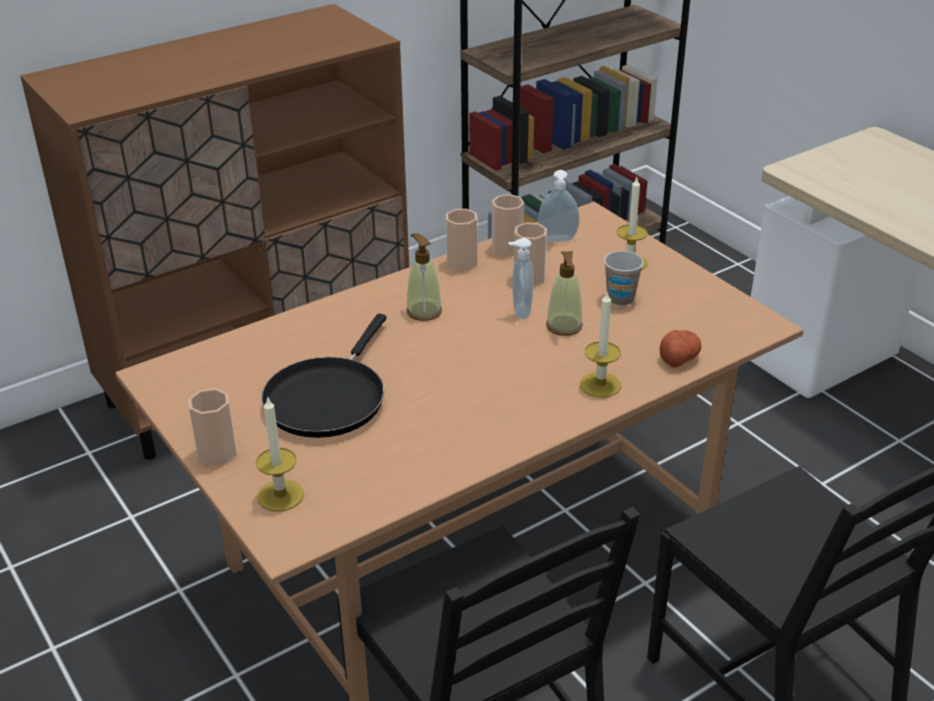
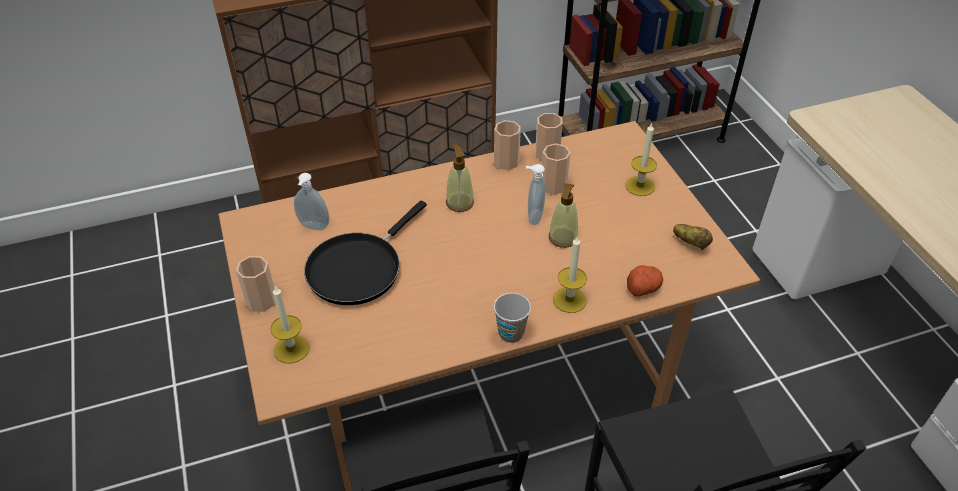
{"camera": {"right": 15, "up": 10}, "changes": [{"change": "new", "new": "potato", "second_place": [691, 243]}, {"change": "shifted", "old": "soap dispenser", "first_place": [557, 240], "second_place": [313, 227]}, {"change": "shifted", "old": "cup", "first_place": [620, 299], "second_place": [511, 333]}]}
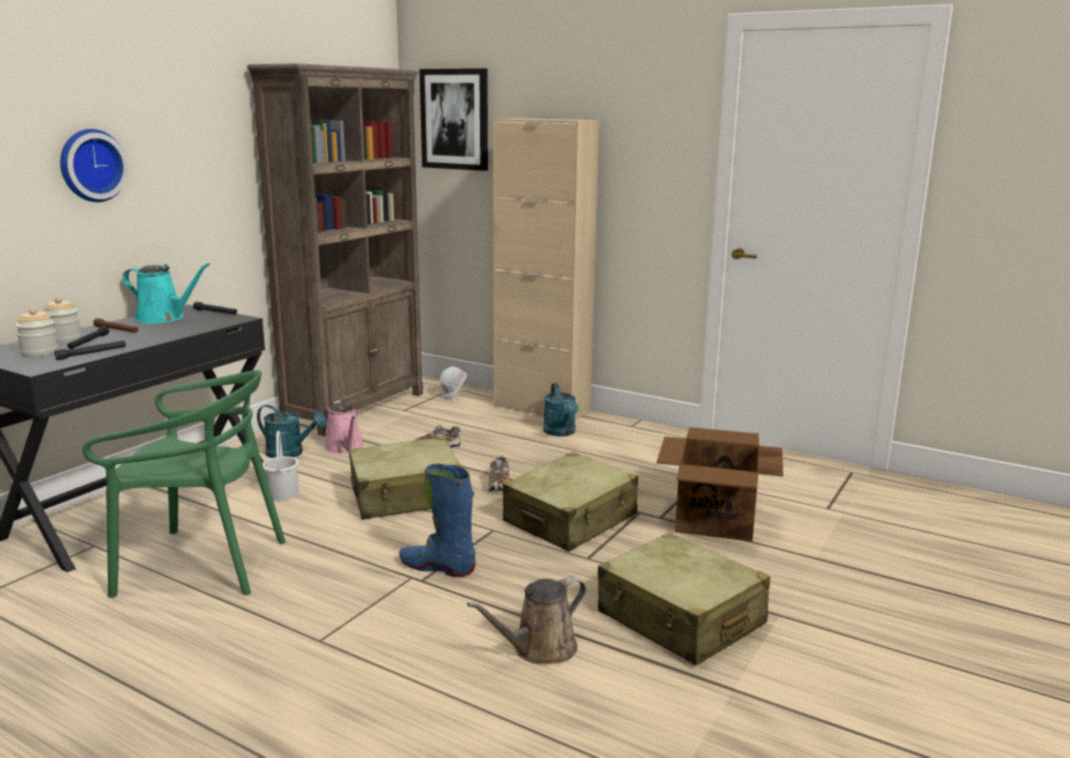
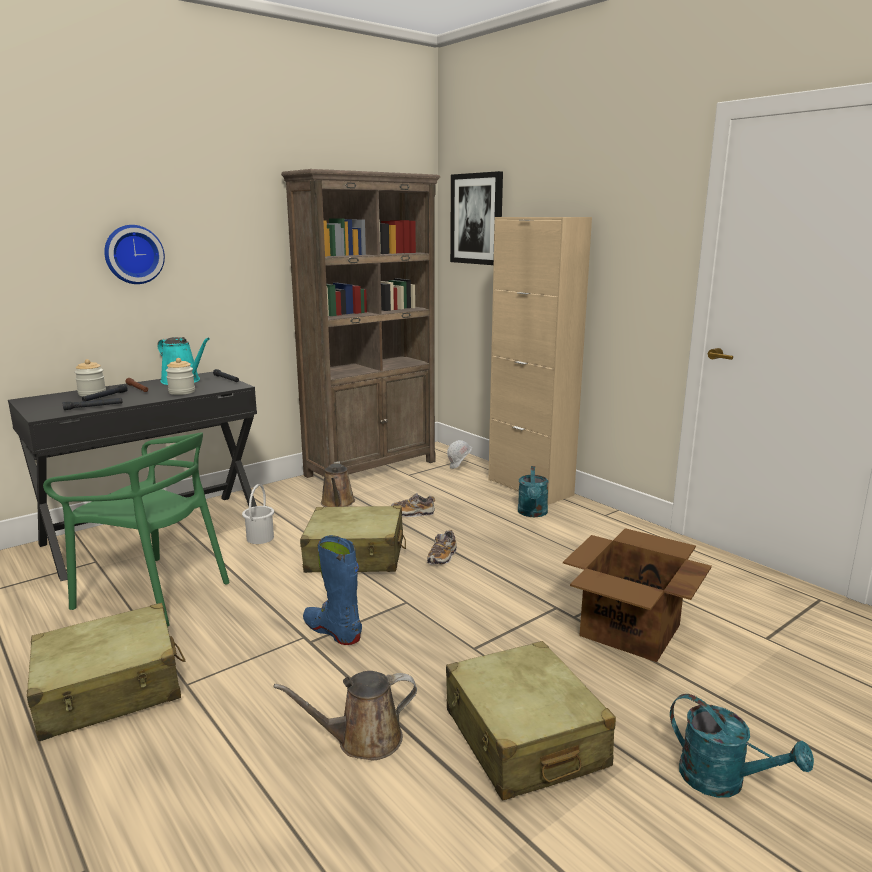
{"camera": {"right": 20, "up": 0}, "changes": [{"change": "shifted", "old": "jar", "first_place": [39, 353], "second_place": [182, 392]}, {"change": "shifted", "old": "watering can in turquoise", "first_place": [290, 453], "second_place": [723, 781]}, {"change": "shifted", "old": "suitcase in beige", "first_place": [570, 519], "second_place": [110, 689]}, {"change": "repainted", "old": "watering can in pink", "new": "watering can in brown", "first_place": [345, 448], "second_place": [337, 503]}]}
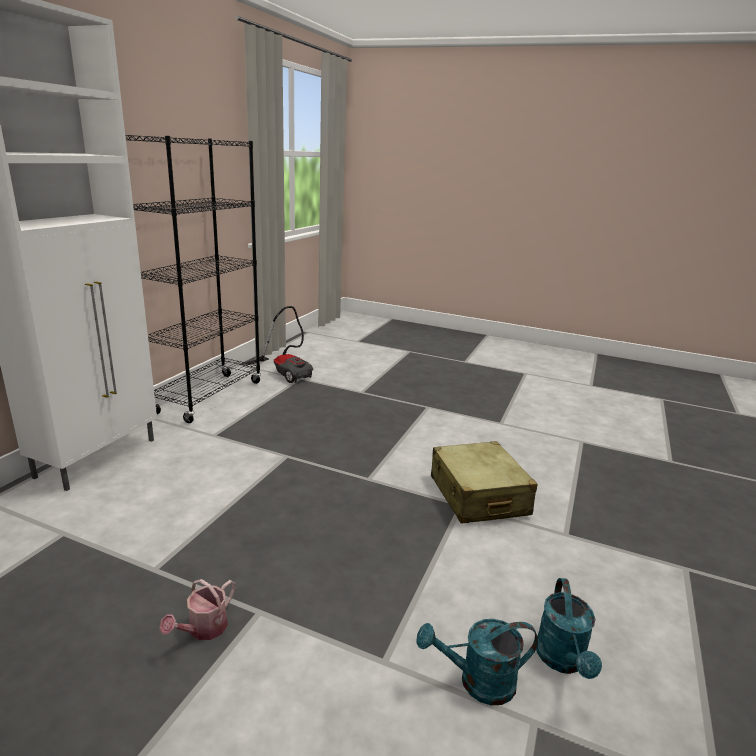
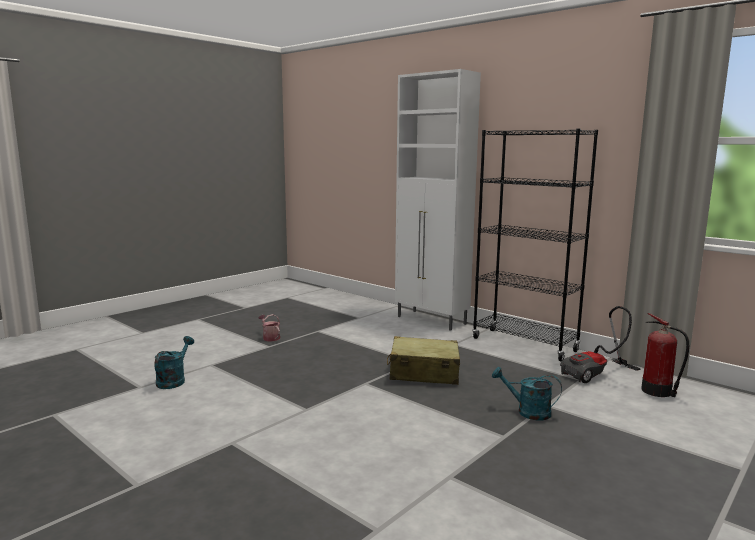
{"camera": {"right": 110, "up": -10}, "changes": [{"change": "new", "new": "fire extinguisher", "second_place": [658, 391]}, {"change": "shifted", "old": "suitcase in beige", "first_place": [478, 496], "second_place": [423, 373]}, {"change": "shifted", "old": "watering can in turquoise", "first_place": [563, 660], "second_place": [527, 412]}]}
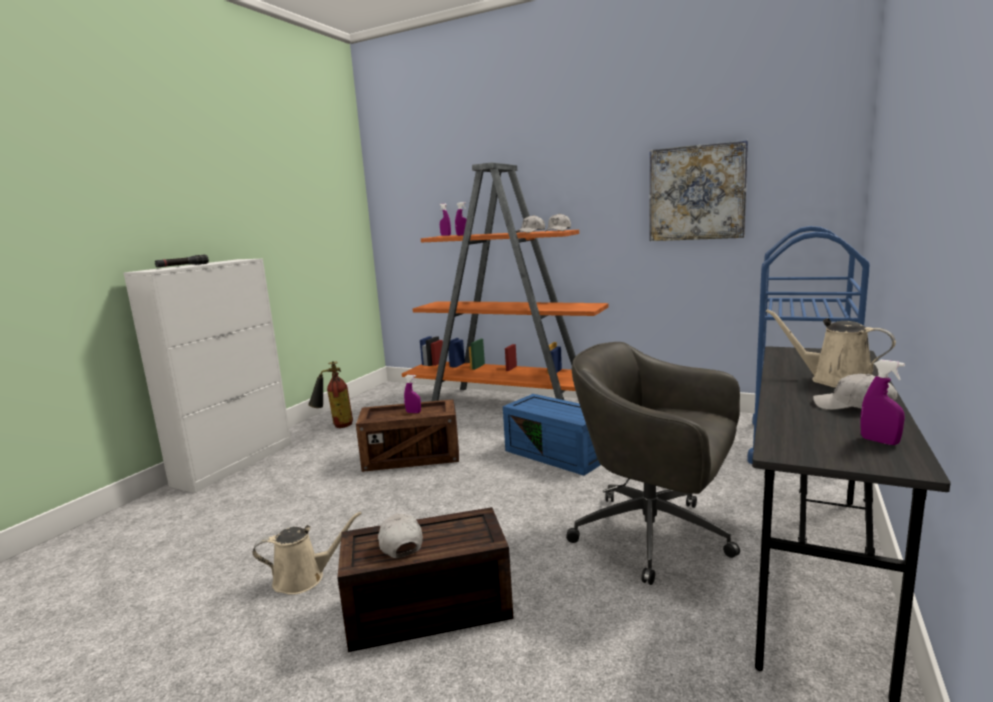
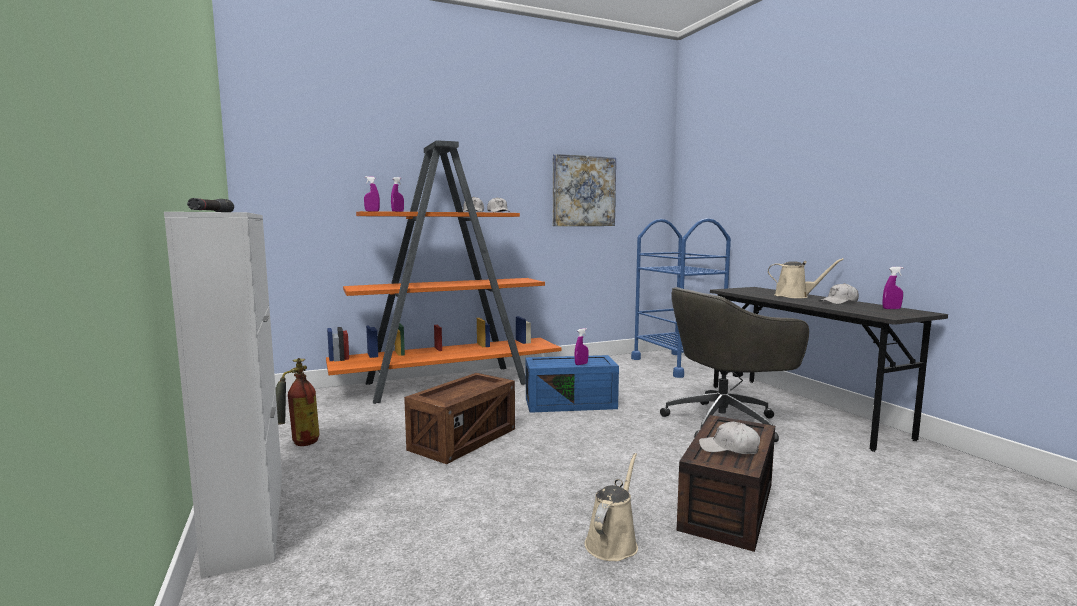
{"camera": {"right": -50, "up": -5}, "changes": [{"change": "shifted", "old": "spray bottle in purple", "first_place": [413, 412], "second_place": [581, 364]}, {"change": "rotated", "old": "watering can in beige", "first_place": [834, 380], "second_place": [795, 296], "degrees": -150}]}
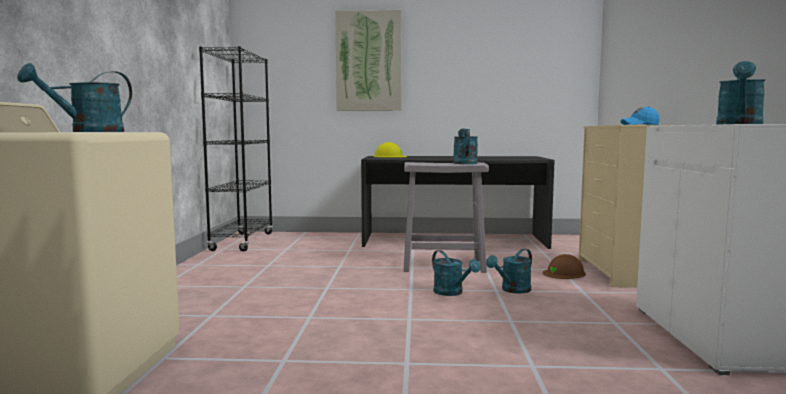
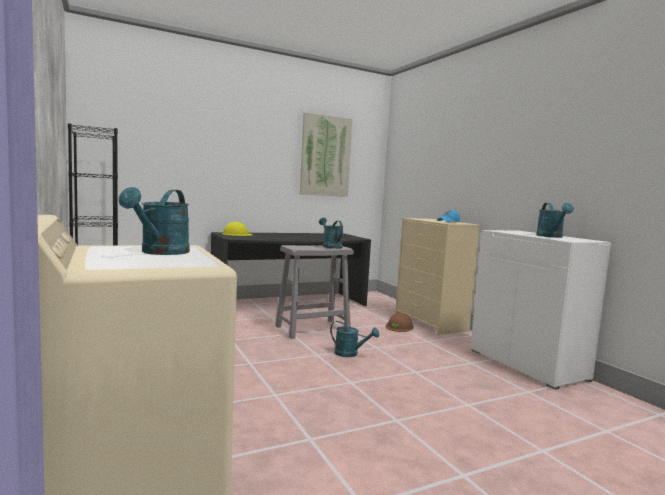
{"camera": {"right": -30, "up": 0}, "changes": [{"change": "gone", "old": "watering can in turquoise", "first_place": [512, 290]}, {"change": "shifted", "old": "picture", "first_place": [368, 61], "second_place": [325, 156]}]}
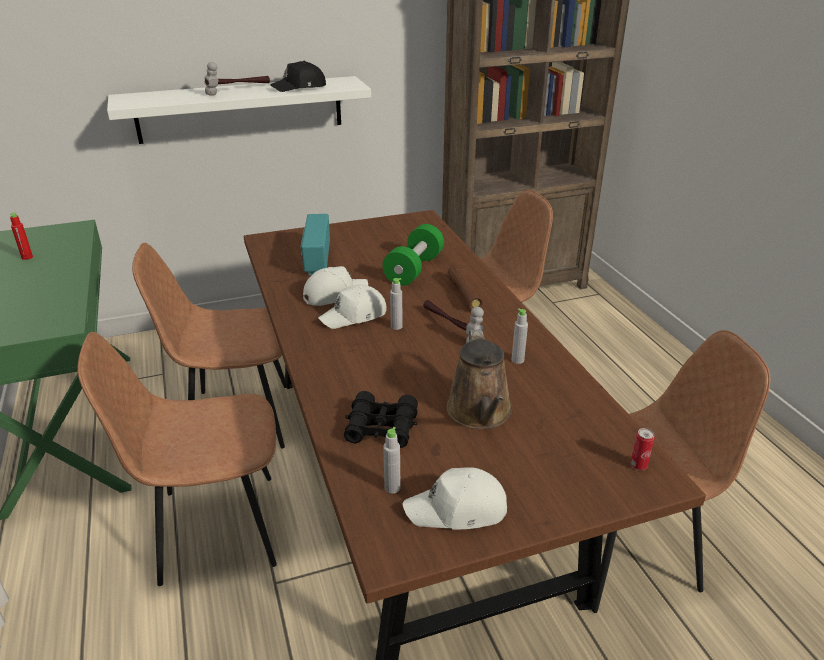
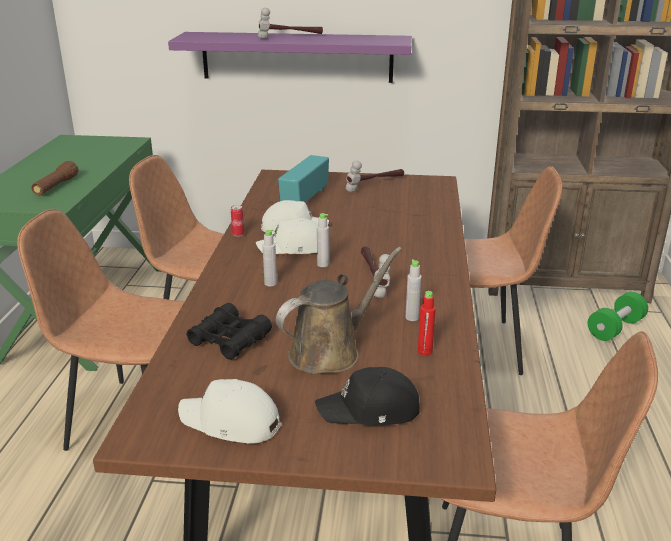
{"camera": {"right": 25, "up": -5}, "changes": [{"change": "new", "new": "hammer", "second_place": [375, 185]}, {"change": "shifted", "old": "bottle in red", "first_place": [27, 257], "second_place": [425, 351]}, {"change": "shifted", "old": "cap in black", "first_place": [300, 87], "second_place": [370, 410]}, {"change": "shifted", "old": "dumbbell in green", "first_place": [414, 269], "second_place": [615, 328]}, {"change": "shifted", "old": "bottle in grey", "first_place": [392, 487], "second_place": [270, 283]}, {"change": "shifted", "old": "flashlight in brown", "first_place": [464, 295], "second_place": [56, 186]}, {"change": "shifted", "old": "can", "first_place": [638, 465], "second_place": [238, 235]}, {"change": "repainted", "old": "shelf in white", "new": "shelf in purple", "first_place": [240, 109], "second_place": [297, 57]}, {"change": "rotated", "old": "watering can in brown", "first_place": [480, 413], "second_place": [330, 352], "degrees": -150}]}
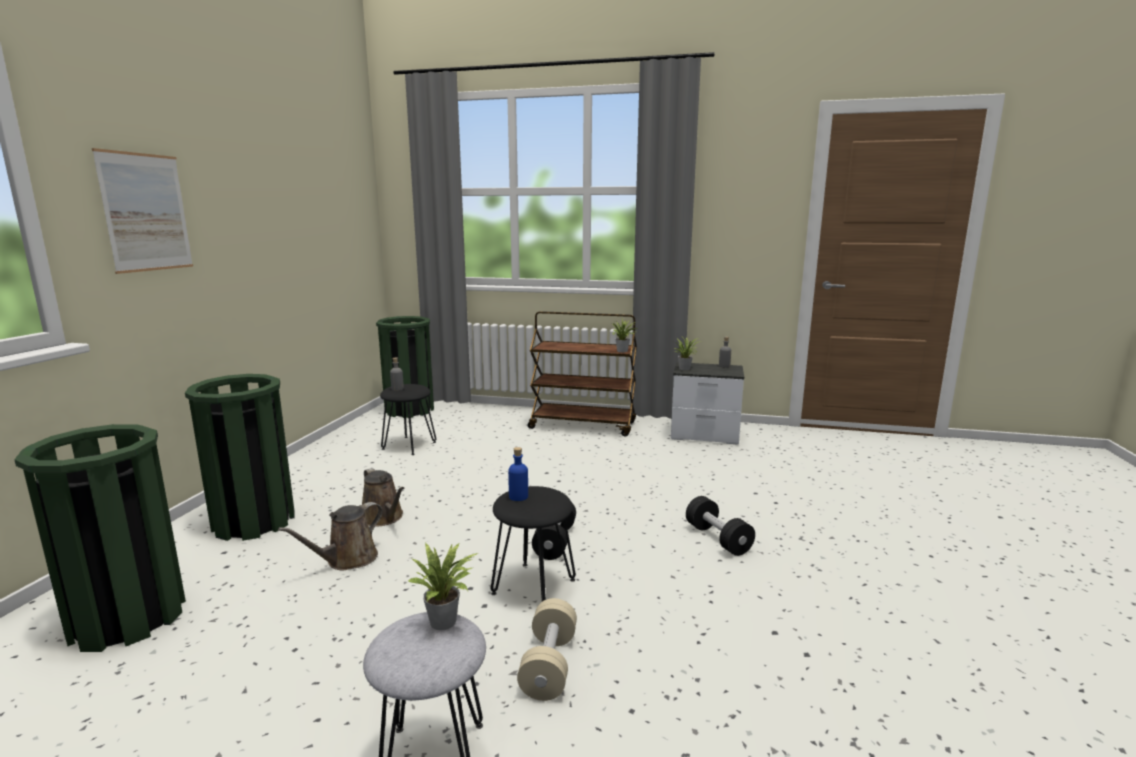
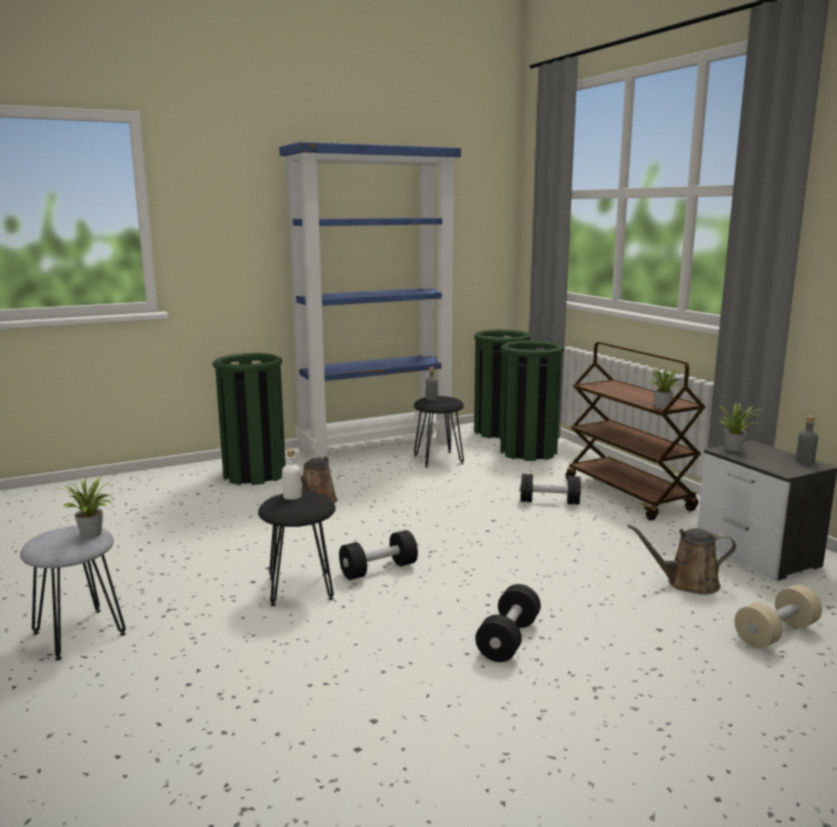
{"camera": {"right": 50, "up": 0}, "changes": [{"change": "gone", "old": "picture", "first_place": [146, 212]}, {"change": "new", "new": "bookcase in blue", "second_place": [377, 446]}, {"change": "new", "new": "dumbbell in black", "second_place": [549, 502]}, {"change": "shifted", "old": "trash can in green", "first_place": [127, 618], "second_place": [528, 452]}, {"change": "shifted", "old": "watering can in brown", "first_place": [347, 560], "second_place": [687, 583]}, {"change": "shifted", "old": "dumbbell in beige", "first_place": [549, 665], "second_place": [776, 633]}, {"change": "repainted", "old": "bottle in blue", "new": "bottle in white", "first_place": [518, 496], "second_place": [292, 496]}]}
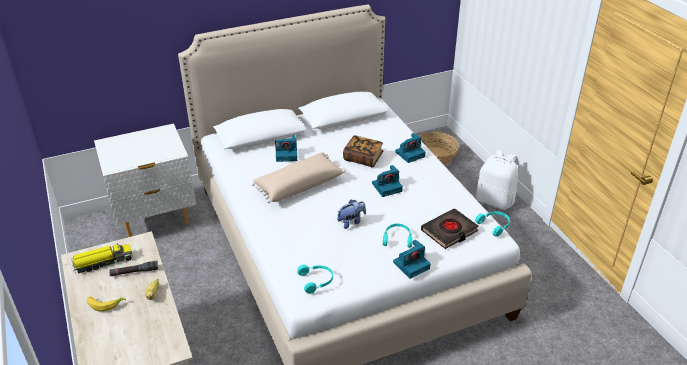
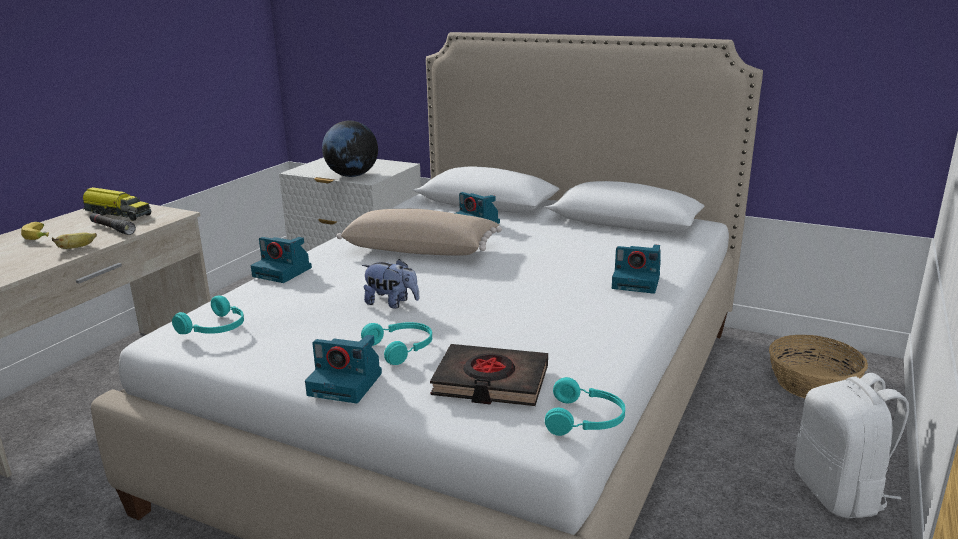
{"camera": {"right": 50, "up": -15}, "changes": [{"change": "gone", "old": "book", "first_place": [363, 158]}, {"change": "new", "new": "globe", "second_place": [352, 175]}, {"change": "shifted", "old": "photo camera", "first_place": [387, 187], "second_place": [283, 272]}]}
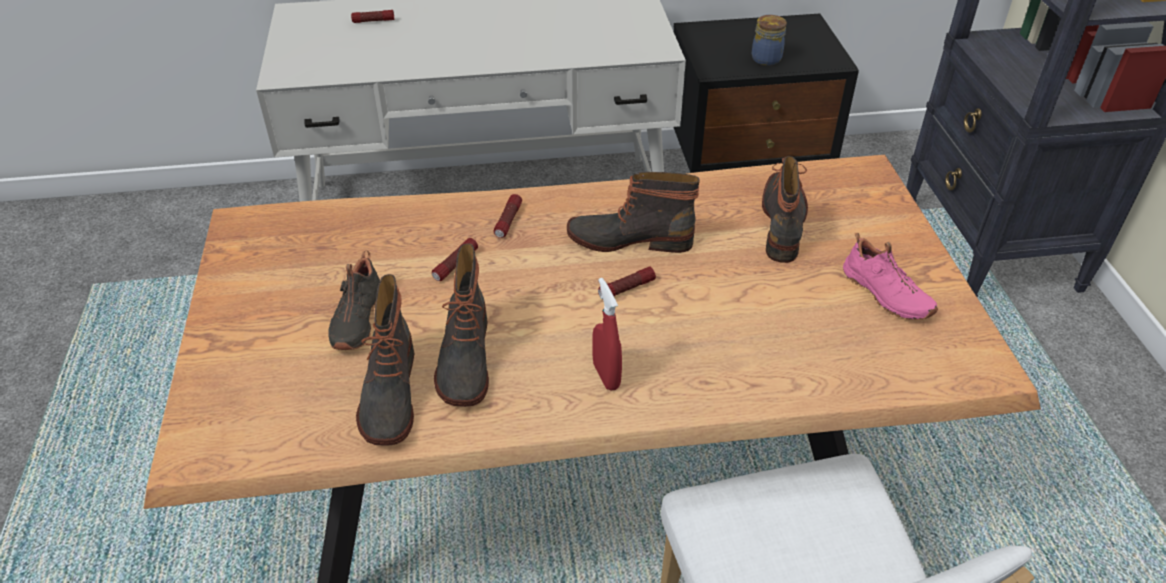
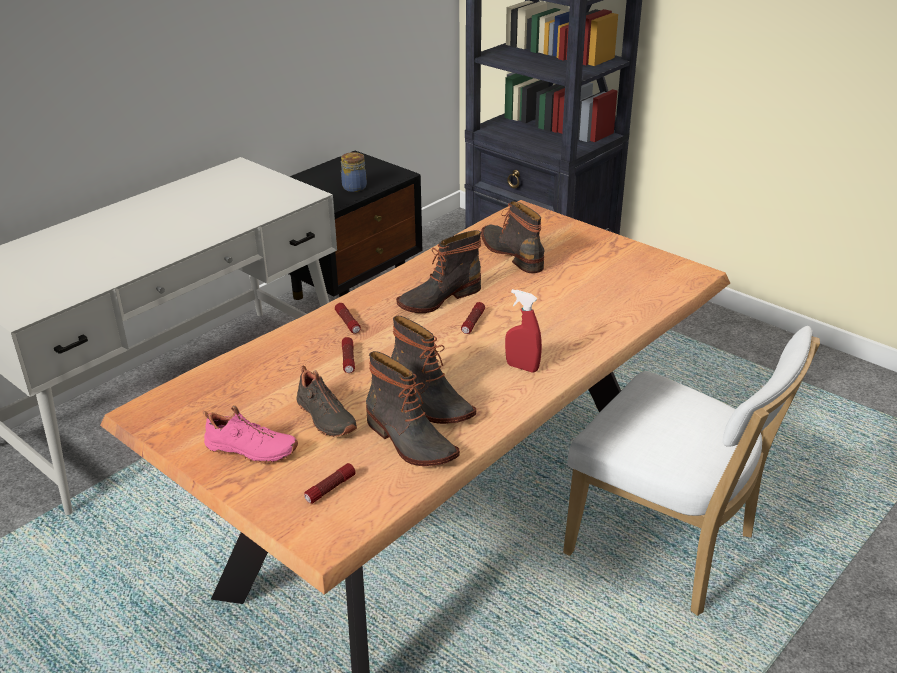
{"camera": {"right": -40, "up": -10}, "changes": [{"change": "shifted", "old": "flashlight", "first_place": [373, 21], "second_place": [330, 489]}, {"change": "shifted", "old": "shoe in pink", "first_place": [884, 295], "second_place": [250, 451]}]}
